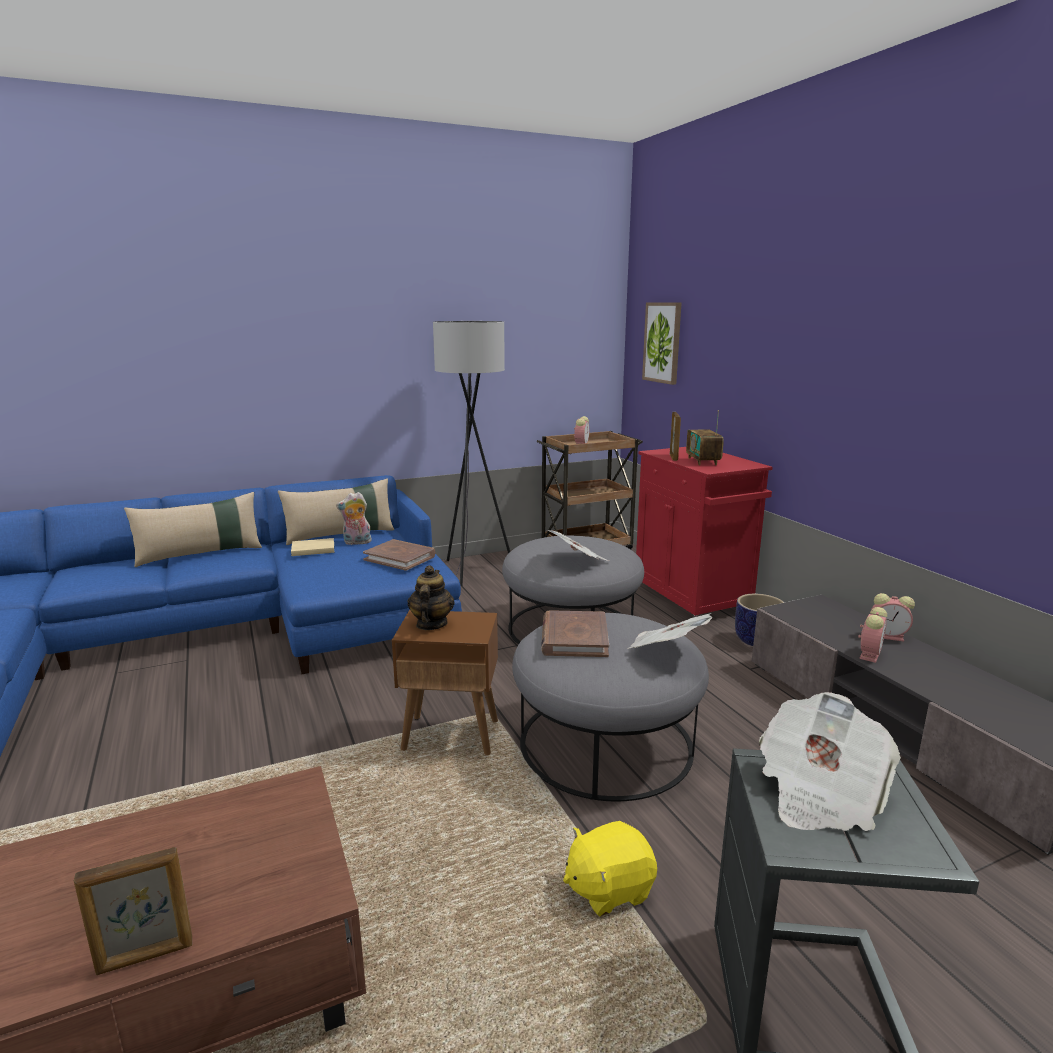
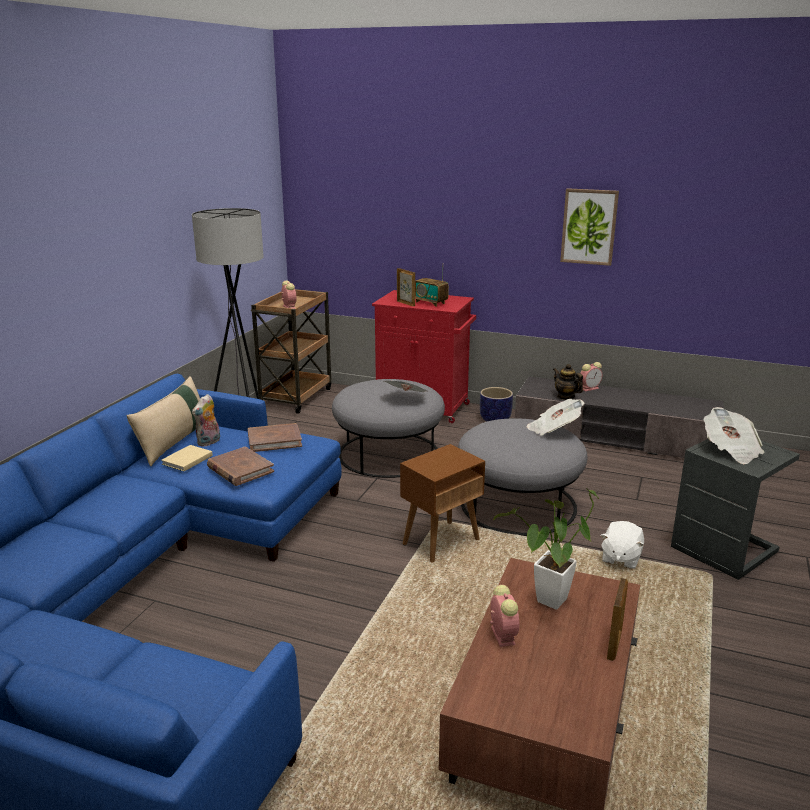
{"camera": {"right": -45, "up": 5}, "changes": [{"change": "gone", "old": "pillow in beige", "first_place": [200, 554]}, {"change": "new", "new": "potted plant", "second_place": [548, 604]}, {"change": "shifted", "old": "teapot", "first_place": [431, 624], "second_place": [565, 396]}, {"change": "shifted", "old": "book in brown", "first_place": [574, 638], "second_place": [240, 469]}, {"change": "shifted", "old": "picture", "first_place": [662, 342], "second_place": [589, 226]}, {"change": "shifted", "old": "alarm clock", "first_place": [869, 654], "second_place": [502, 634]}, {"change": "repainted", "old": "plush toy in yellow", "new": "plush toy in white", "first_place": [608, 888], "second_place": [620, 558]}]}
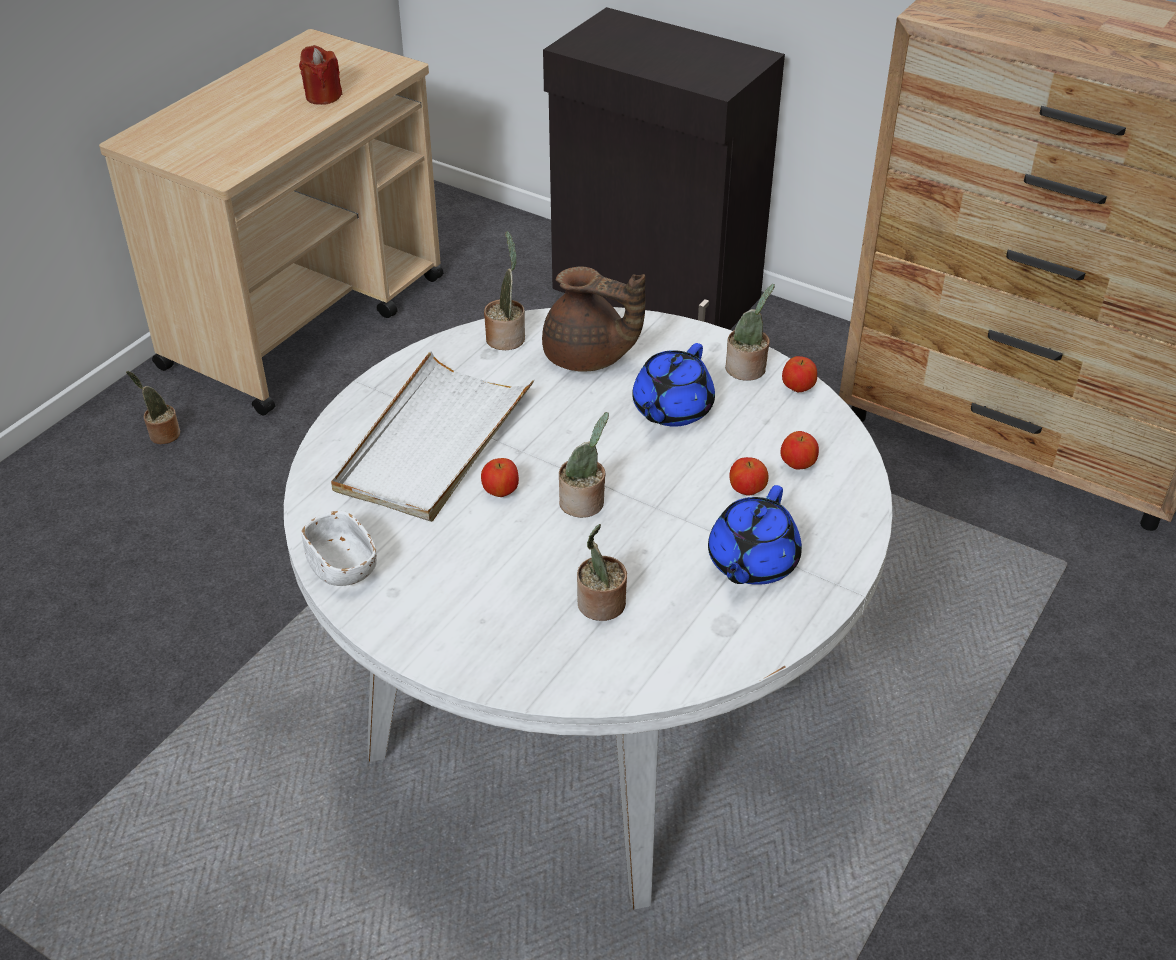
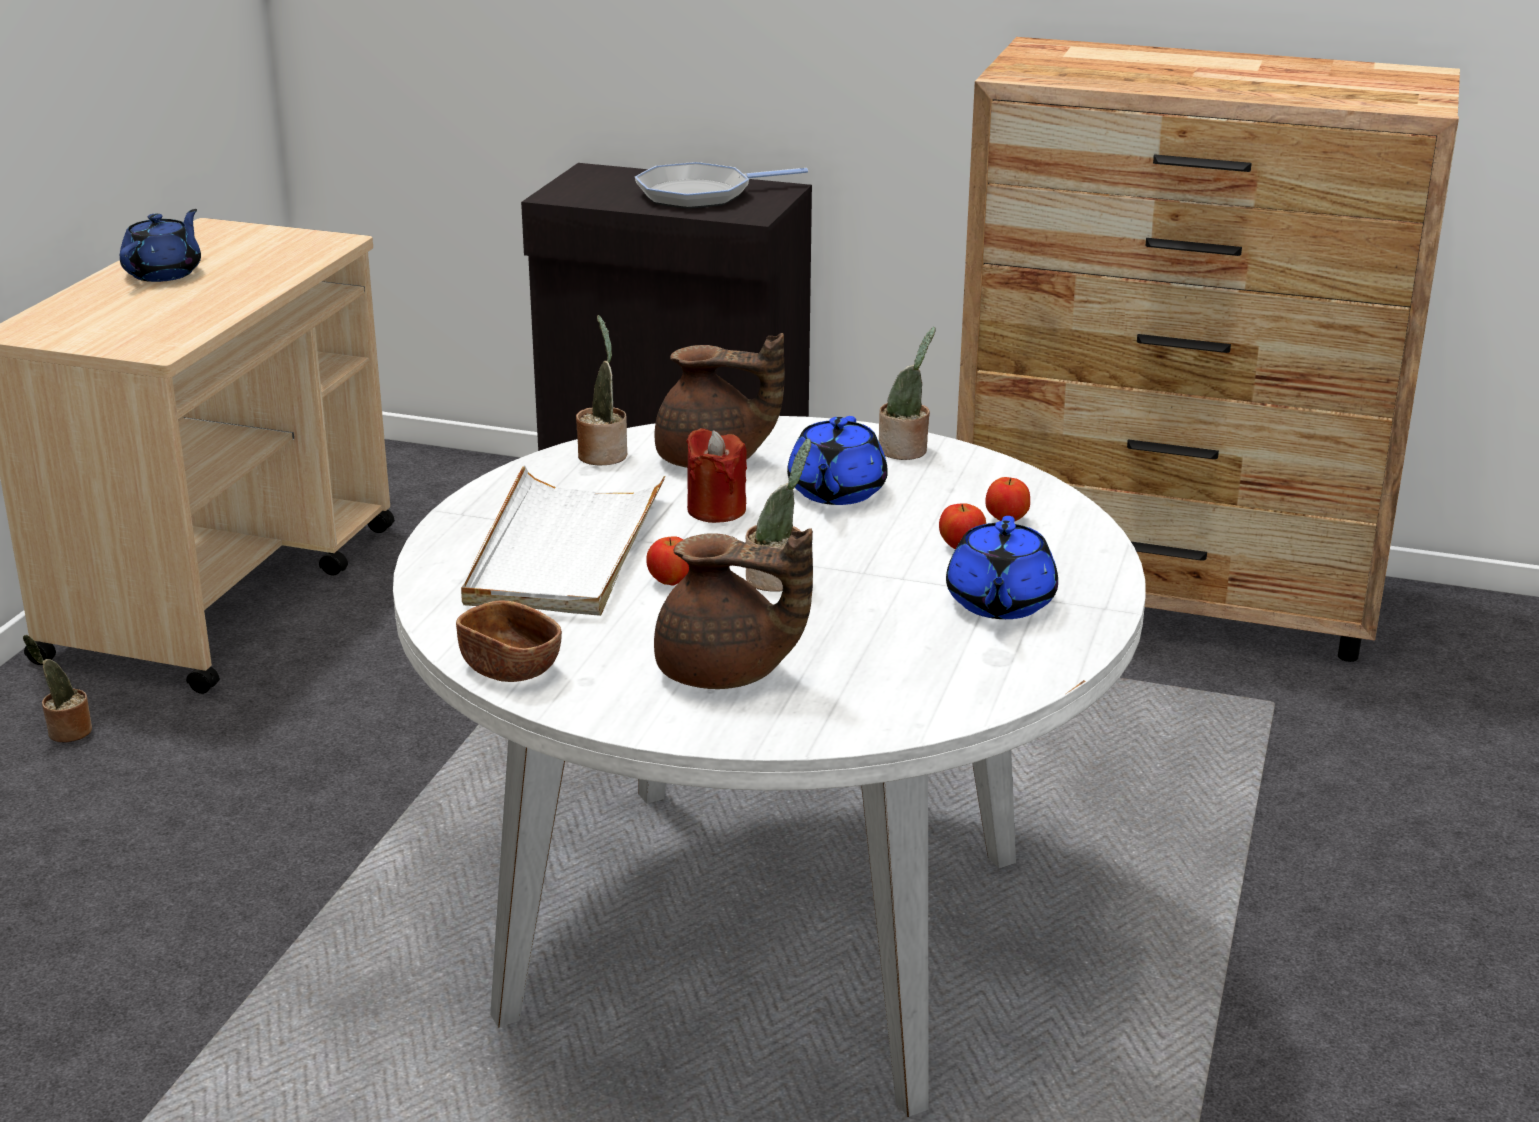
{"camera": {"right": -15, "up": -15}, "changes": [{"change": "gone", "old": "potted plant", "first_place": [600, 606]}, {"change": "gone", "old": "apple", "first_place": [798, 388]}, {"change": "new", "new": "teapot in blue", "second_place": [164, 273]}, {"change": "new", "new": "frying pan", "second_place": [700, 194]}, {"change": "new", "new": "teapot in brown", "second_place": [725, 674]}, {"change": "shifted", "old": "candle in red", "first_place": [323, 96], "second_place": [716, 510]}, {"change": "repainted", "old": "bowl in white", "new": "bowl in brown", "first_place": [343, 567], "second_place": [510, 668]}]}
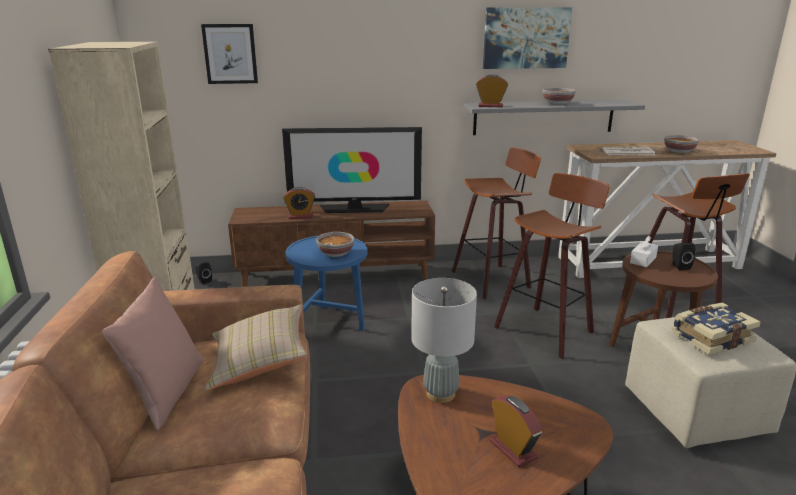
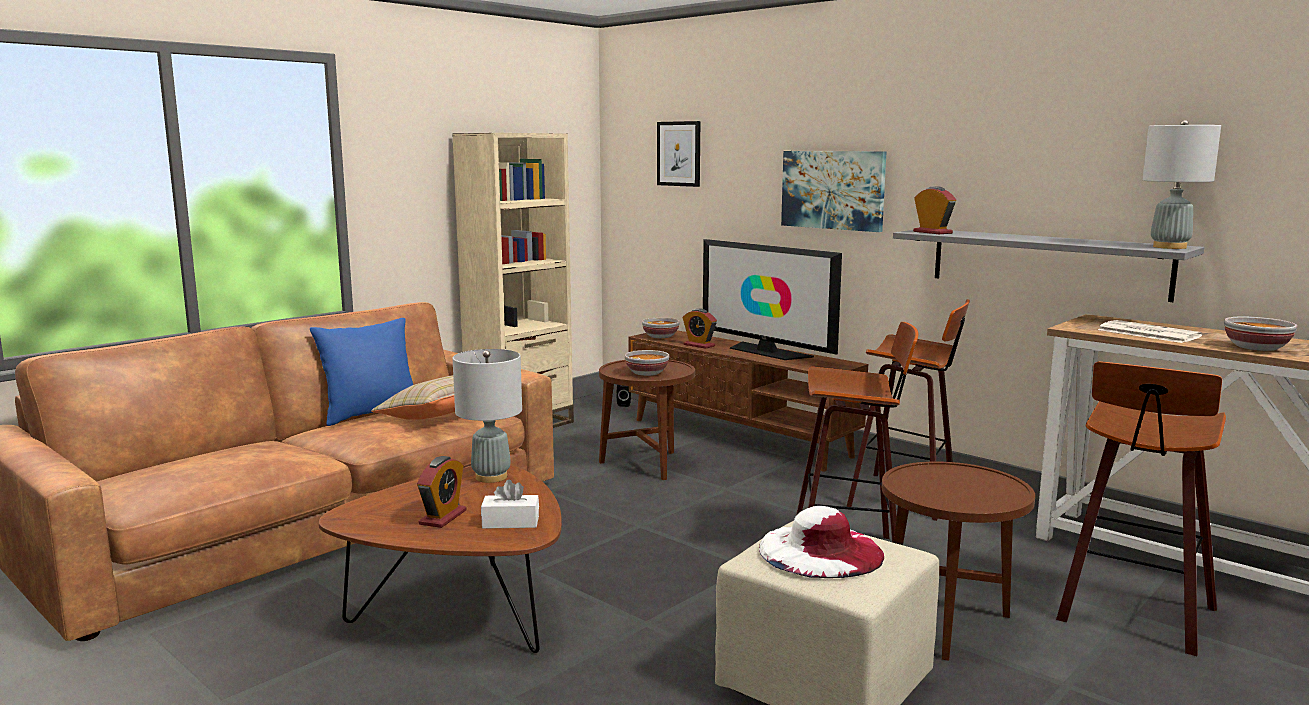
{"camera": {"right": 50, "up": -10}, "changes": [{"change": "gone", "old": "speaker in black", "first_place": [679, 266]}, {"change": "new", "new": "table lamp in grey", "second_place": [1169, 247]}, {"change": "shifted", "old": "picture", "first_place": [526, 38], "second_place": [833, 190]}, {"change": "shifted", "old": "bowl", "first_place": [557, 104], "second_place": [660, 337]}, {"change": "shifted", "old": "tissue box in white", "first_place": [643, 260], "second_place": [510, 522]}, {"change": "swapped", "old": "book", "new": "hat in white", "first_place": [710, 337], "second_place": [820, 551]}, {"change": "repainted", "old": "pillow in pink", "new": "pillow in blue", "first_place": [166, 393], "second_place": [371, 414]}, {"change": "repainted", "old": "side table in blue", "new": "side table in brown", "first_place": [330, 324], "second_place": [647, 465]}]}
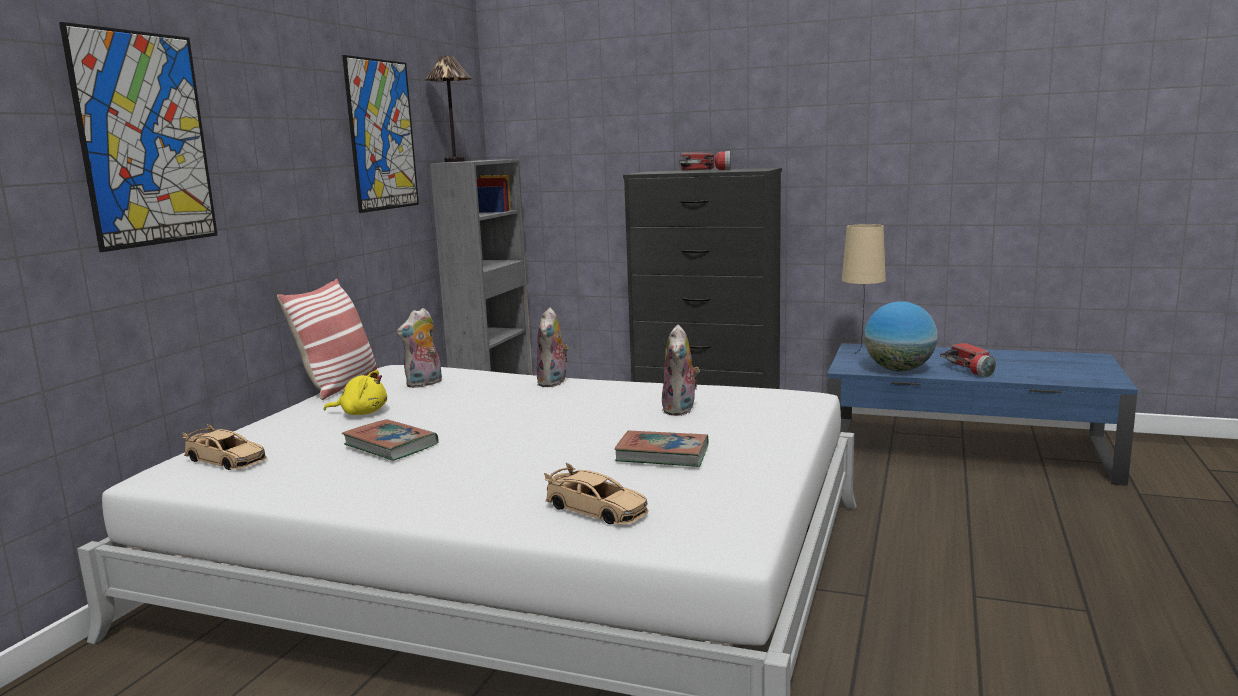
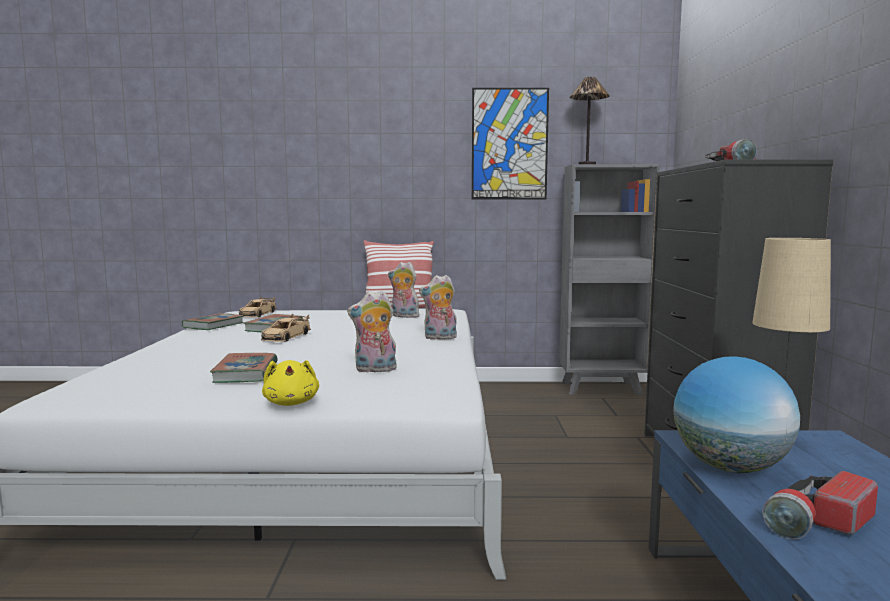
{"camera": {"right": 70, "up": -5}, "changes": [{"change": "gone", "old": "picture", "first_place": [144, 139]}, {"change": "new", "new": "book", "second_place": [213, 325]}, {"change": "shifted", "old": "plush toy in yellow", "first_place": [361, 413], "second_place": [291, 403]}, {"change": "shifted", "old": "toy car in beige", "first_place": [596, 509], "second_place": [286, 337]}]}
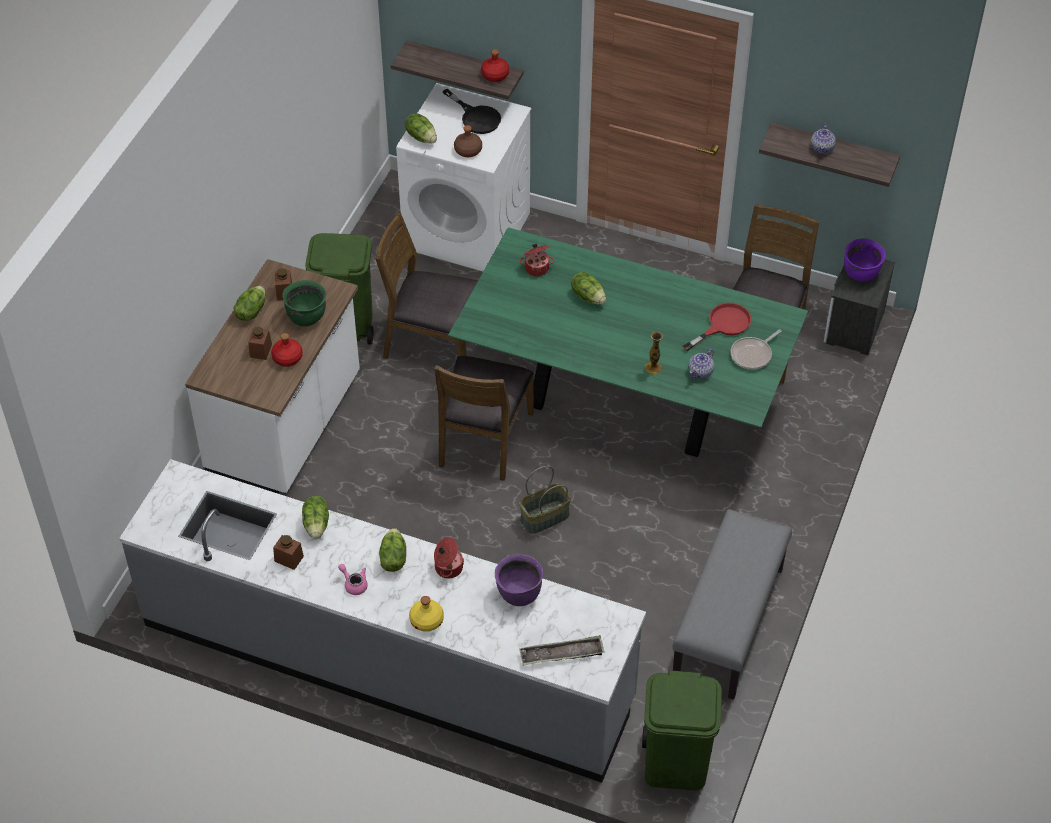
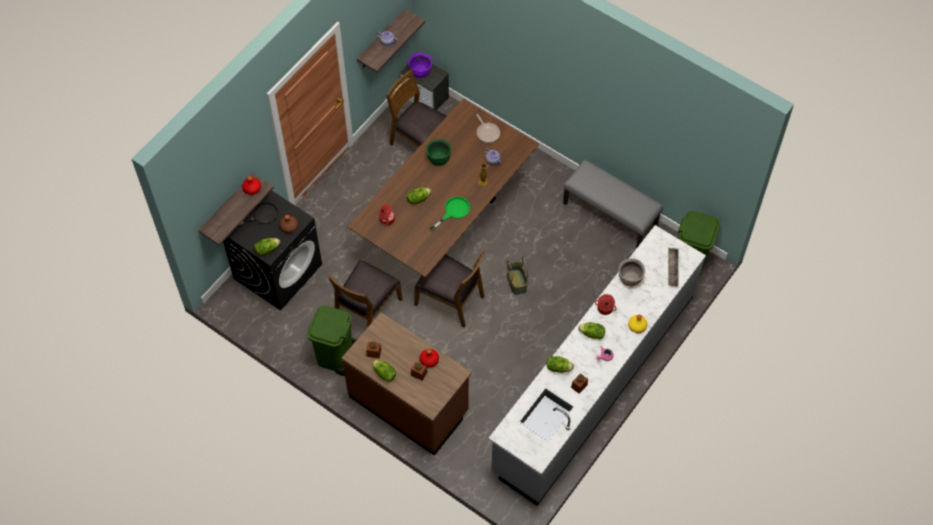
{"camera": {"right": -75, "up": 10}, "changes": [{"change": "gone", "old": "frying pan in red", "first_place": [723, 325]}, {"change": "new", "new": "frying pan in green", "second_place": [453, 211]}, {"change": "shifted", "old": "cooking pot in green", "first_place": [306, 316], "second_place": [438, 159]}, {"change": "repainted", "old": "counter in white", "new": "counter in brown", "first_place": [287, 428], "second_place": [409, 403]}, {"change": "repainted", "old": "washing machine in white", "new": "washing machine in black", "first_place": [468, 230], "second_place": [278, 271]}, {"change": "repainted", "old": "dining table in green", "new": "dining table in brown", "first_place": [624, 402], "second_place": [445, 223]}, {"change": "repainted", "old": "cooking pot in purple", "new": "cooking pot in brown", "first_place": [518, 593], "second_place": [630, 279]}]}
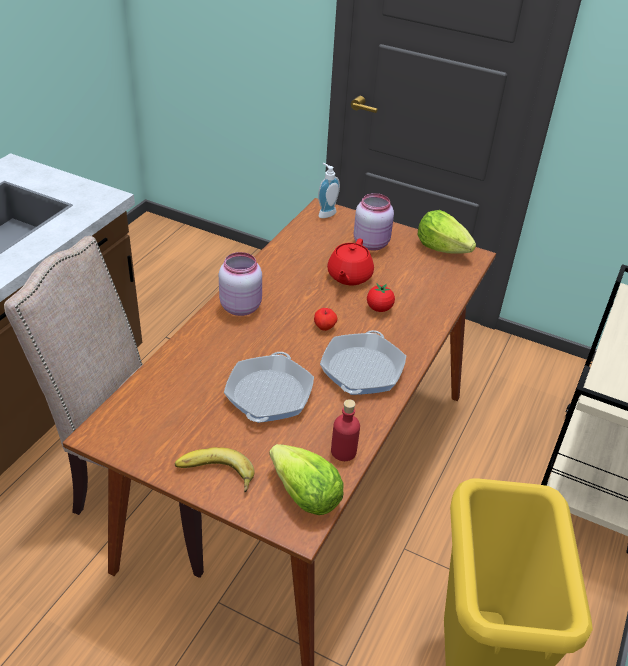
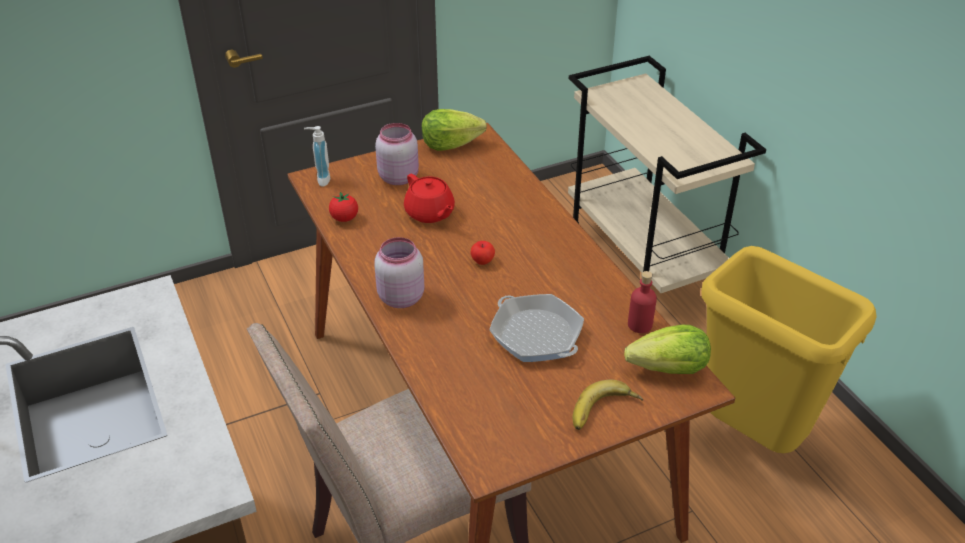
{"camera": {"right": -50, "up": 0}, "changes": [{"change": "gone", "old": "frying pan", "first_place": [362, 370]}, {"change": "shifted", "old": "tomato", "first_place": [379, 308], "second_place": [344, 218]}]}
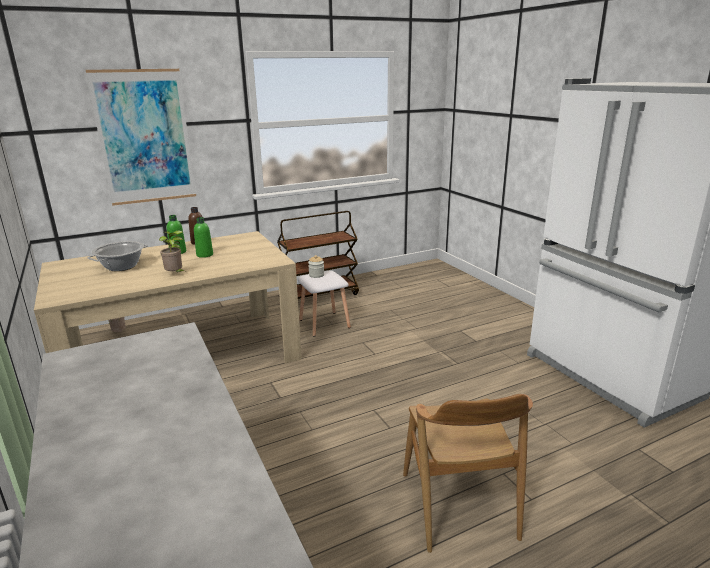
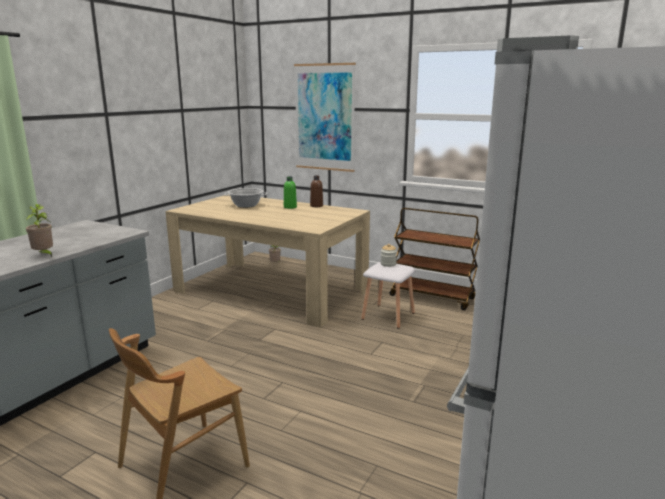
{"camera": {"right": 55, "up": -5}, "changes": [{"change": "gone", "old": "bottle in green", "first_place": [204, 255]}, {"change": "shifted", "old": "potted plant", "first_place": [175, 274], "second_place": [44, 255]}]}
